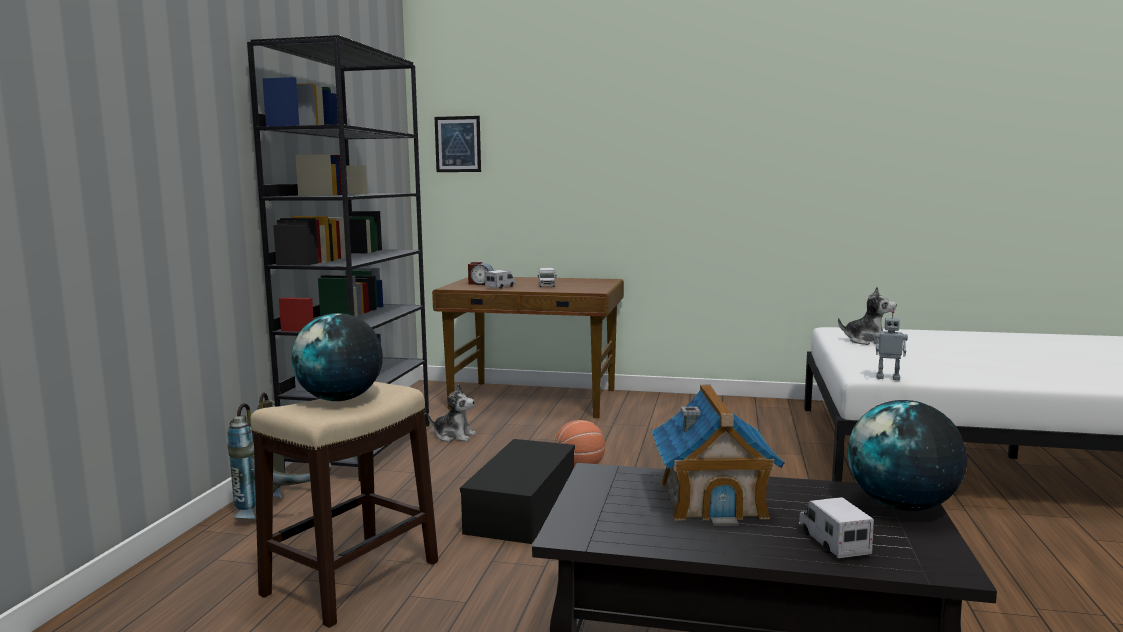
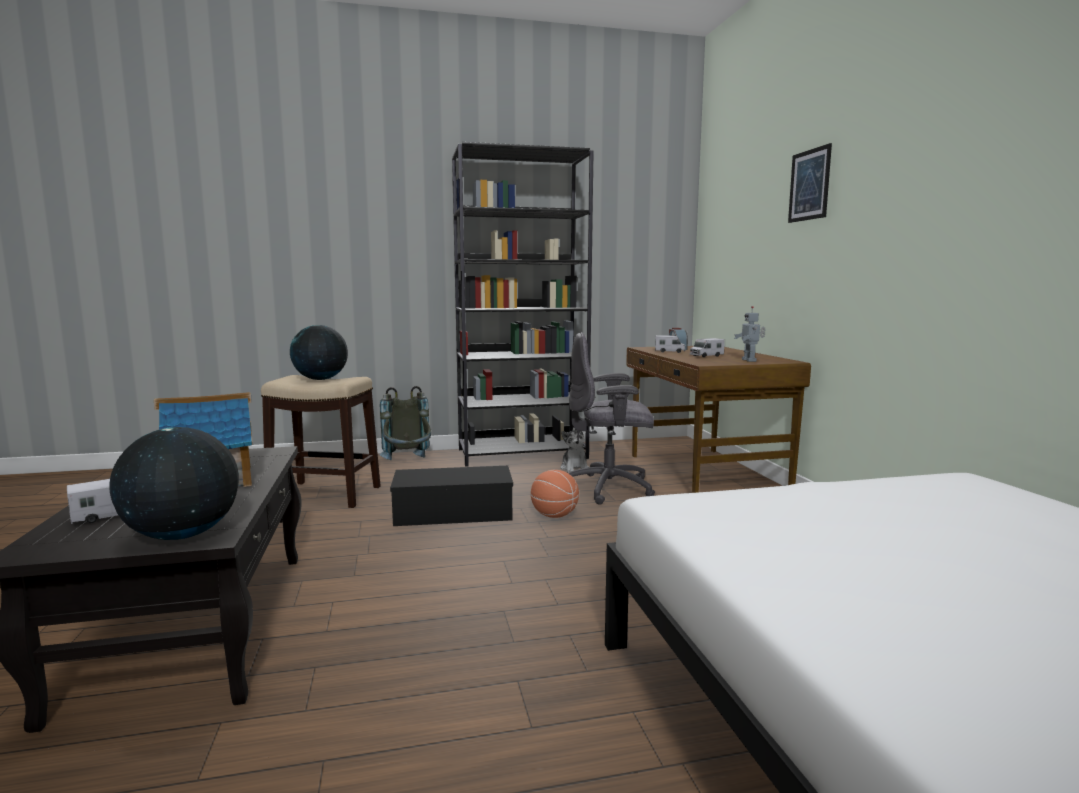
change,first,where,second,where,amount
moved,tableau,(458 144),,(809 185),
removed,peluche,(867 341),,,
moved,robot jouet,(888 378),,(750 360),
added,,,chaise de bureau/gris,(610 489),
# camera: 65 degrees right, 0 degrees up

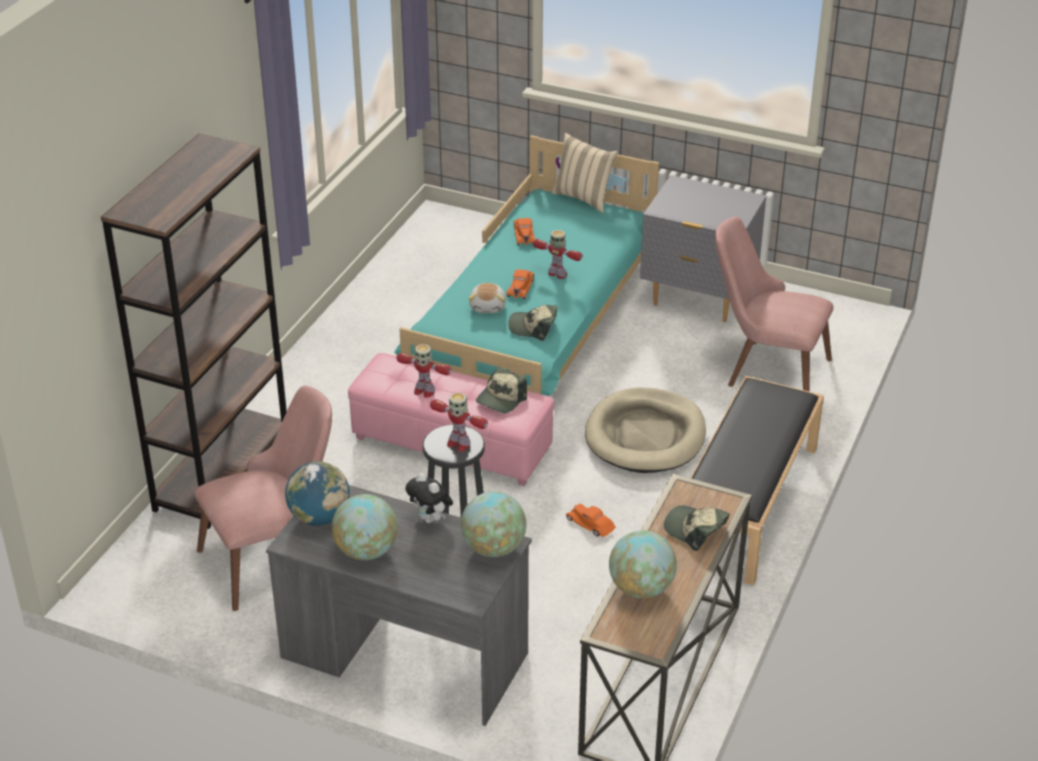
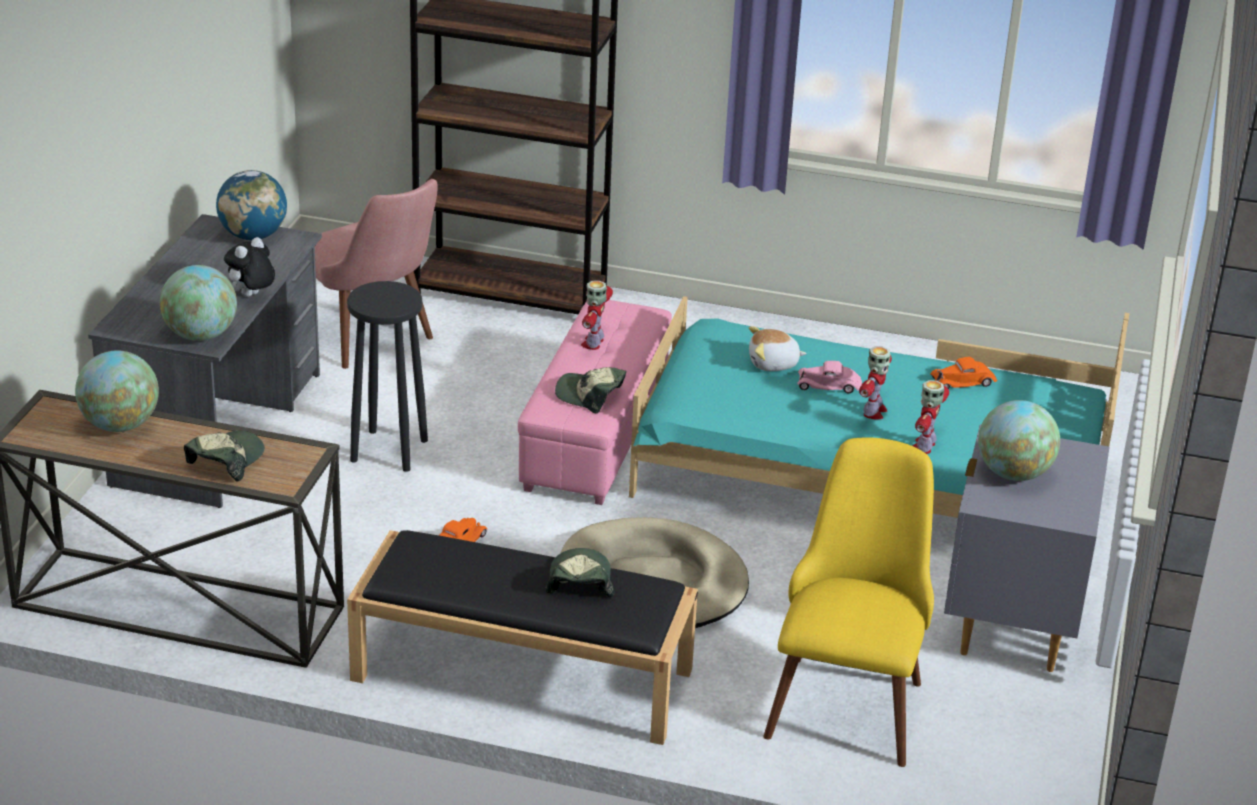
change,first,where,second,where,amount
moved,globe,(366 551),,(1013 473),
moved,robot jouet,(458 443),,(924 446),
recoloured,petite voiture/orange,(520 287),petite voiture/rose,(829 385),
moved,casquette,(533 327),,(579 581),
removed,coussin/beige,(584 198),,,
recoloured,chaise/rose,(765 369),chaise/jaune,(849 695),
# camera: 80 degrees right, 5 degrees down

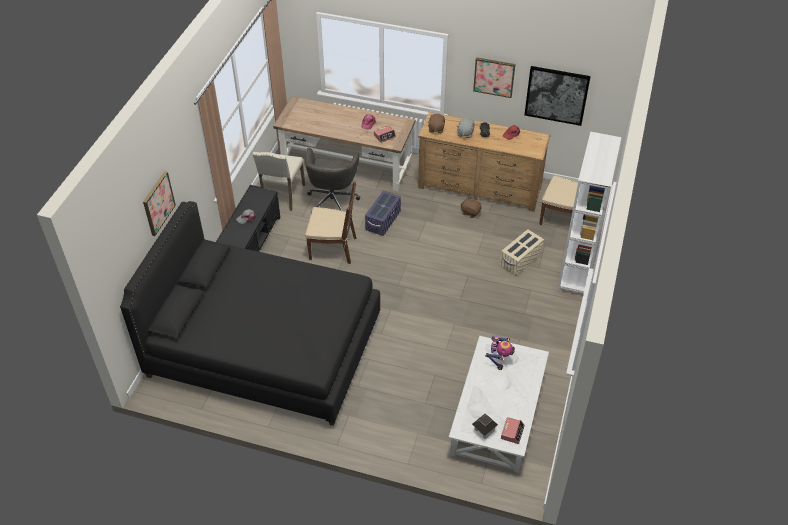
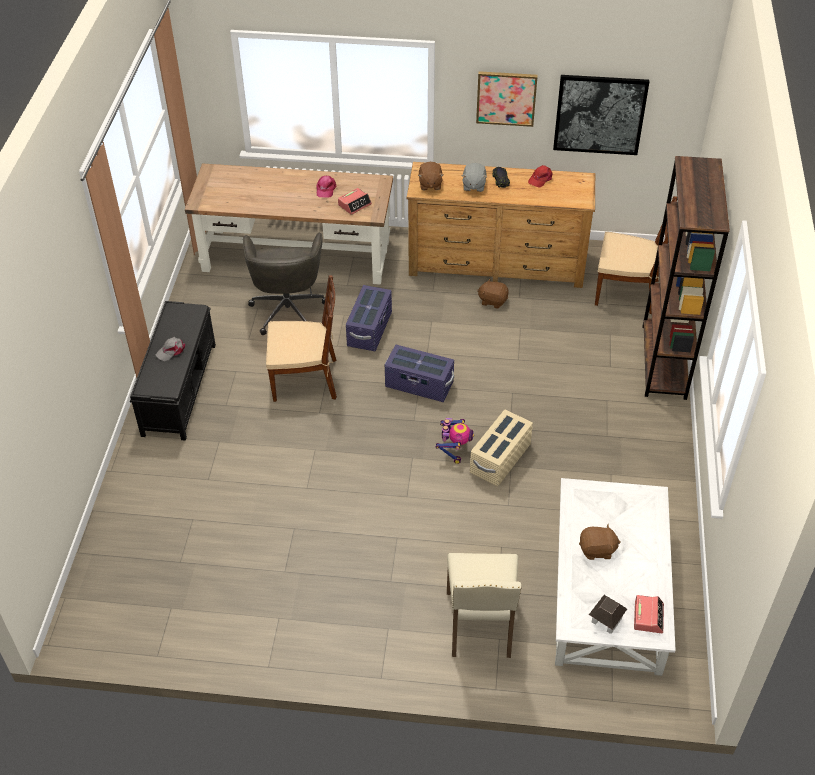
change,first,where,second,where,amount
removed,lit/noir,(265 346),,,
removed,tableau,(158 203),,,
moved,chaise/beige,(282 196),,(480 626),
moved,robot jouet,(499 359),,(454 449),
moved,boîte de rangement/beige,(520 260),,(500 459),
recoloured,bibliothèque/blanc,(576 269),bibliothèque/marron,(664 362),
added,,,boîte de rangement/violet,(419 385),
added,,,peluche/marron,(597 550),
# camera: 10 degrees left, 0 degrees up

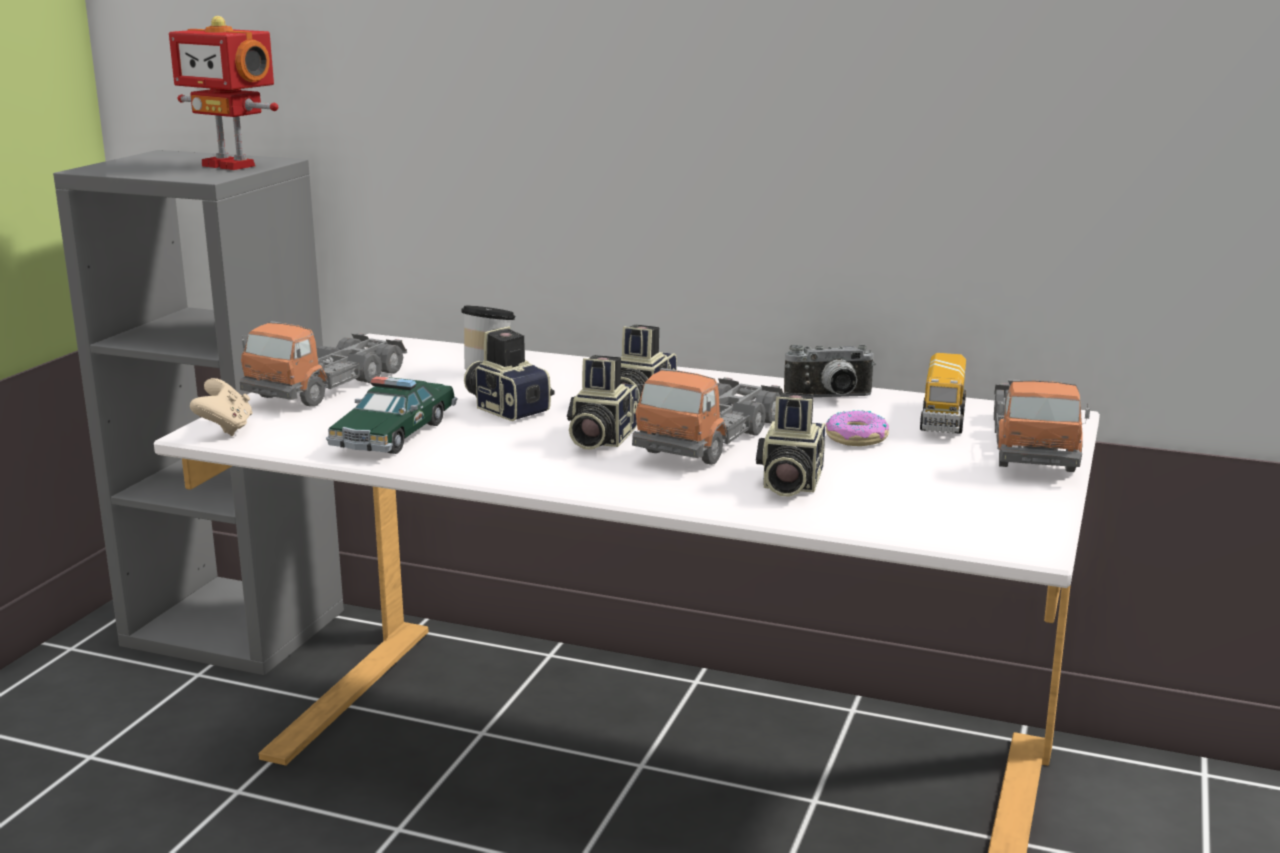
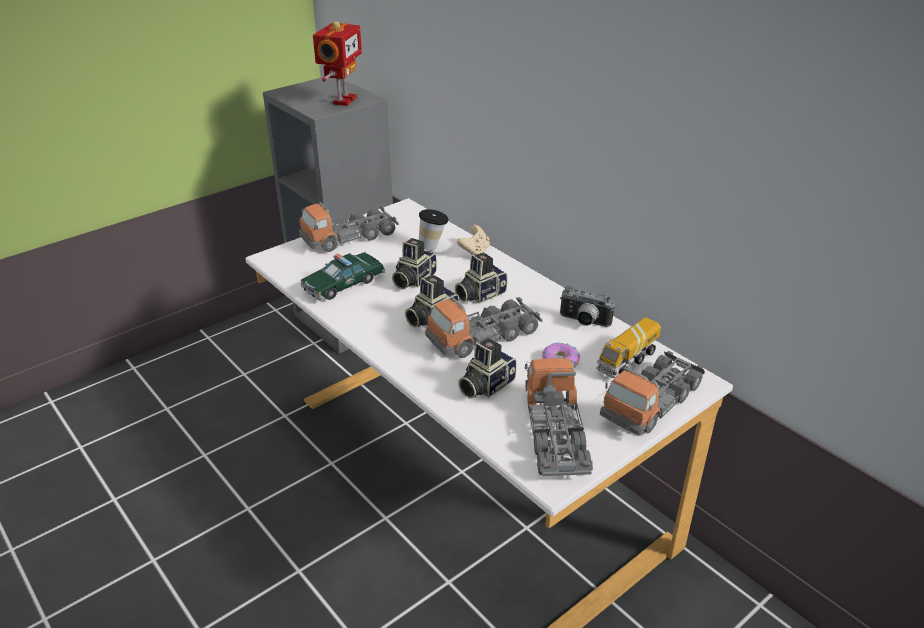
change,first,where,second,where,amount
turned,robot jouet,(231 165),,(343 100),135 degrees counterclockwise
moved,manette/beige,(225 429),,(474 252),
turned,appareil photo,(507 408),,(412 279),135 degrees counterclockwise
added,,,camion jouet,(555 435),
# camera: 30 degrees right, 15 degrees up

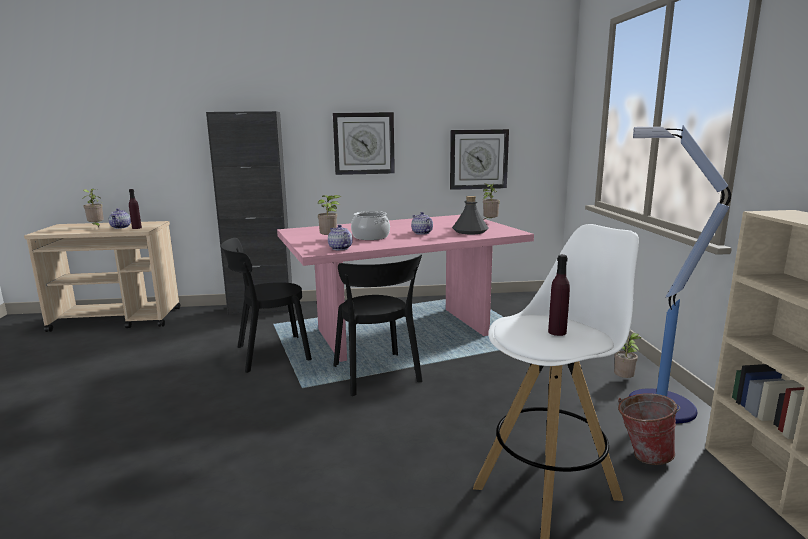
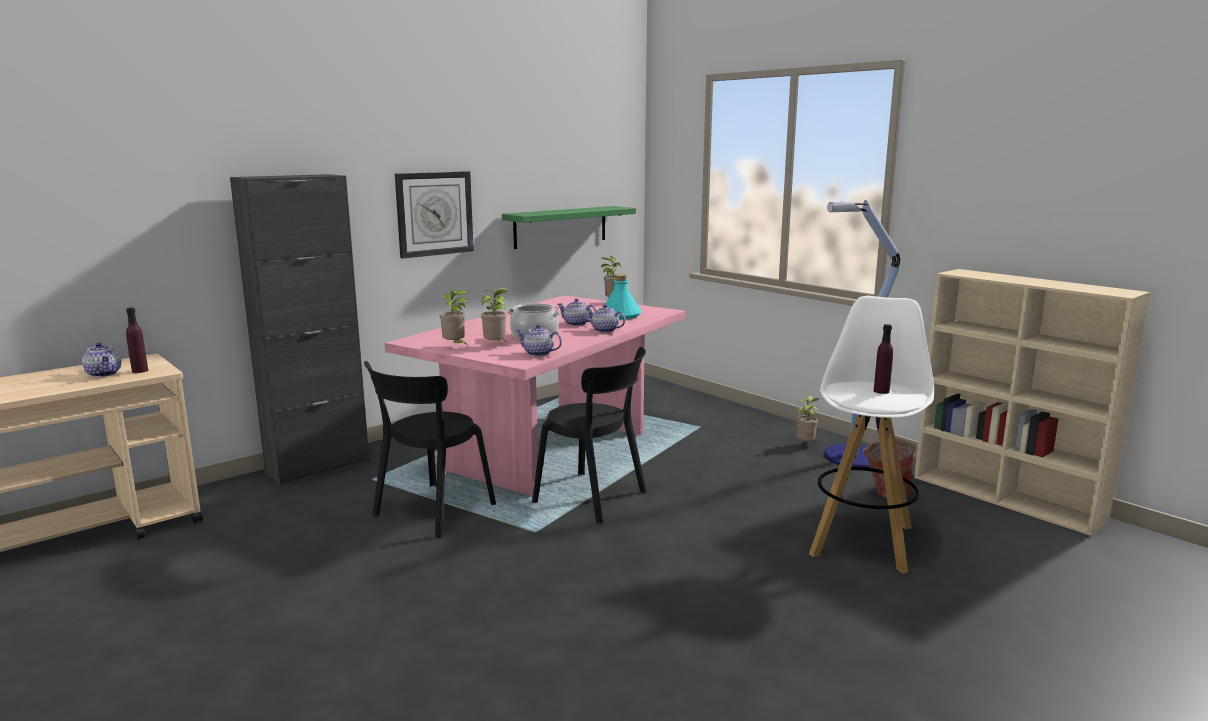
change,first,where,second,where,amount
moved,plante en pot,(96 226),,(455 346),
replaced,horloge murale,(478 159),étagère/vert,(560 227),
recoloured,bouteille/gris,(470 231),bouteille/turquoise,(620 315),
added,,,théière,(604 330),
# camera: 35 degrees left, 0 degrees up

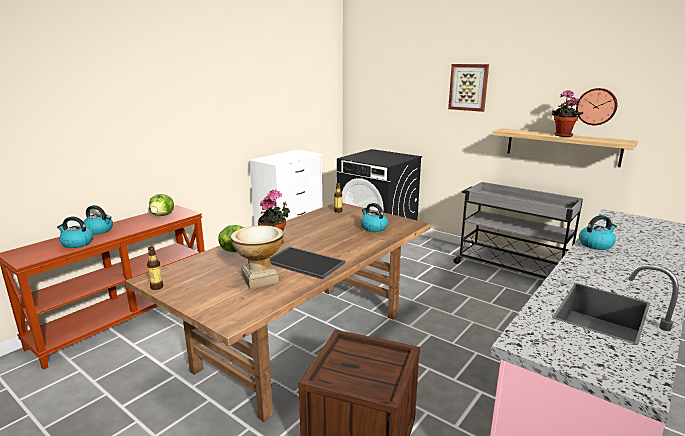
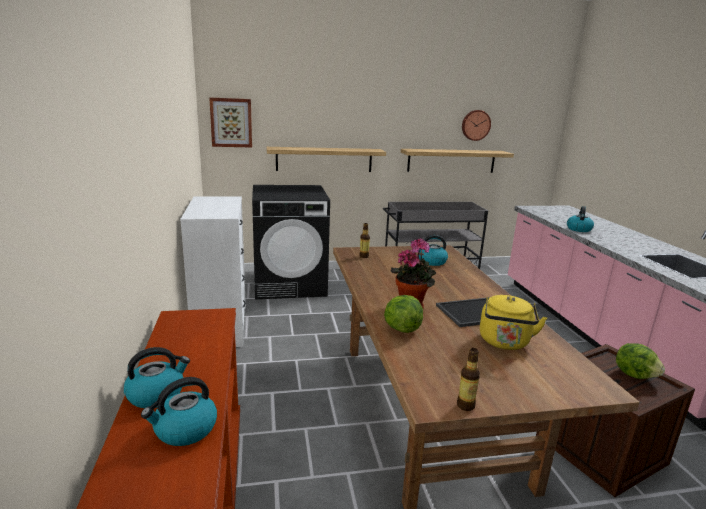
change,first,where,second,where,amount
moved,laitue,(163 215),,(635 374),
replaced,vase,(260 279),bouilloire/jaune,(504 343),
moved,tableau,(468 87),,(231 122),
removed,plante en pot,(562 135),,,
added,,,étagère,(324 159),
# camera: 50 degrees left, 0 degrees up

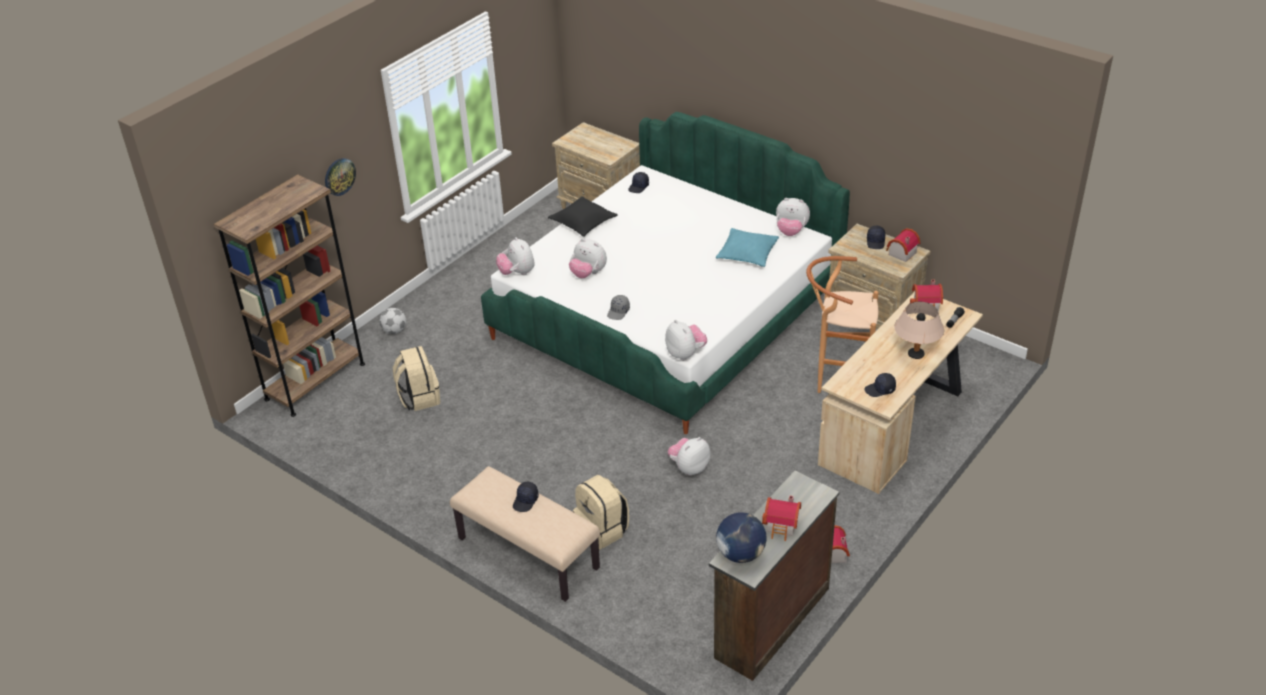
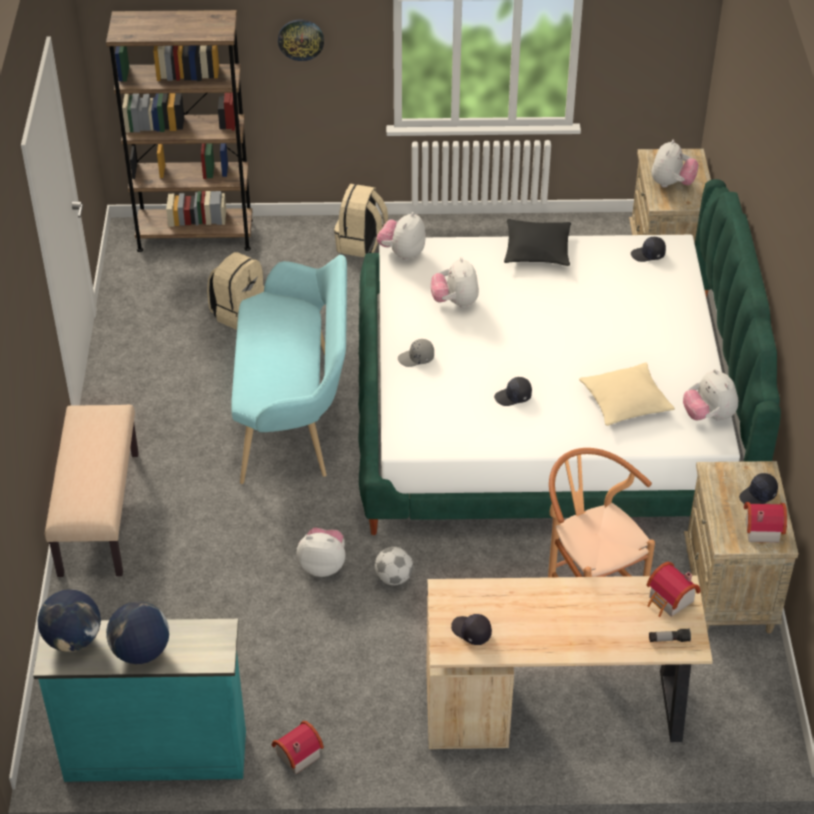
change,first,where,second,where,amount
moved,ballon de foot,(394 331),,(393 578),
moved,casquette/noir,(526 501),,(513 397),
moved,sac à dos/beige,(603 530),,(361 243),
moved,peluche,(685 354),,(671 184),
recoloured,commode/marron,(770 622),commode/turquoise,(155 753),
recoloured,coussin/turquoise,(747 253),coussin/beige,(625 402),
replaced,maison miniature,(782 526),globe,(141 652),
removed,lampe de table/beige,(916 354),,,
added,,,banc/turquoise,(295 415),
# camera: 50 degrees right, 5 degrees up

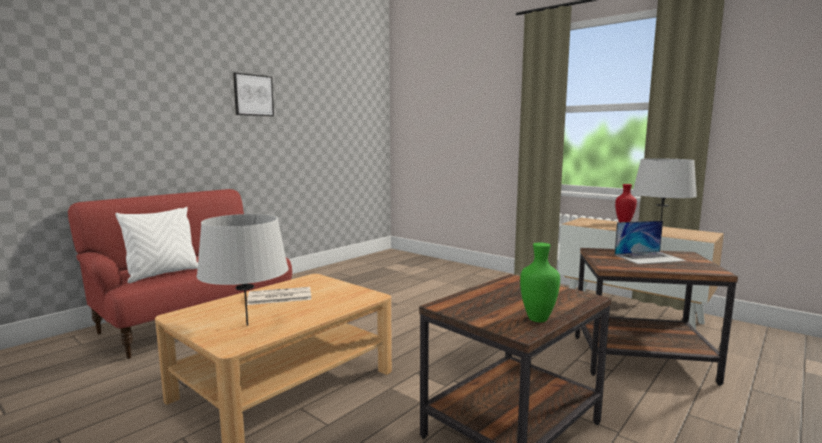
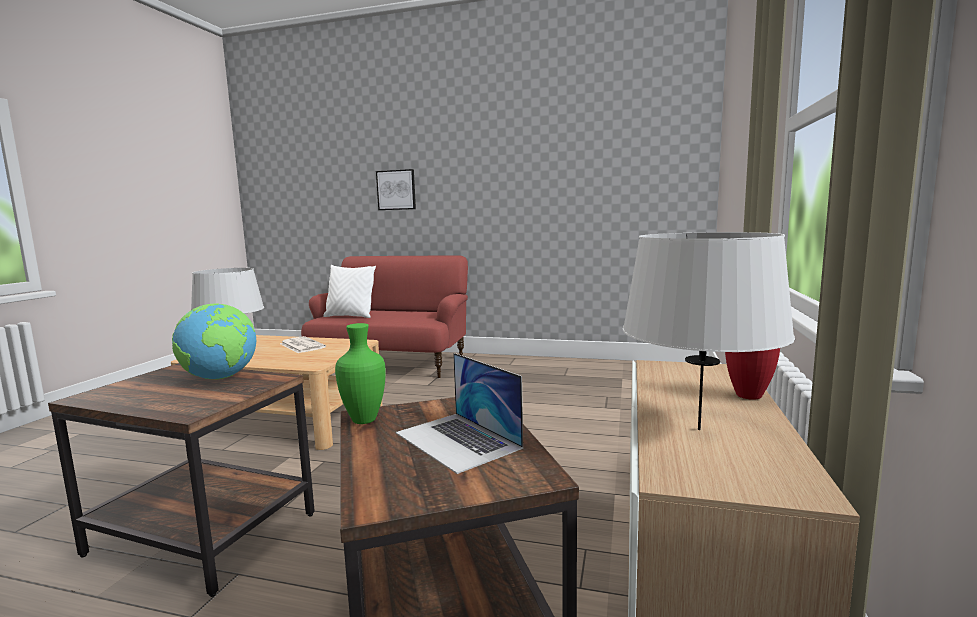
change,first,where,second,where,amount
moved,tableau,(253 95),,(396 190),
moved,vase/vert,(536 319),,(363 420),
added,,,globe,(220 377),
# camera: 65 degrees right, 0 degrees up

